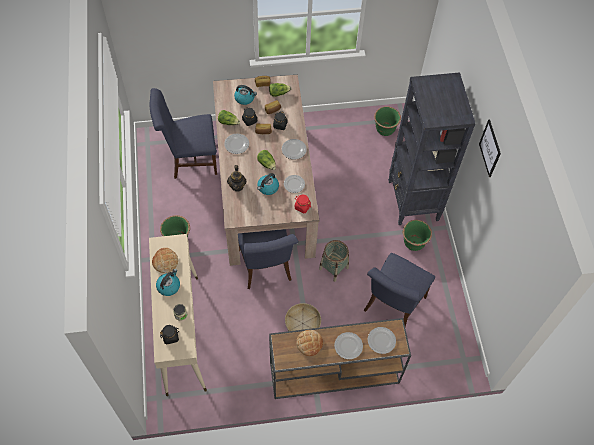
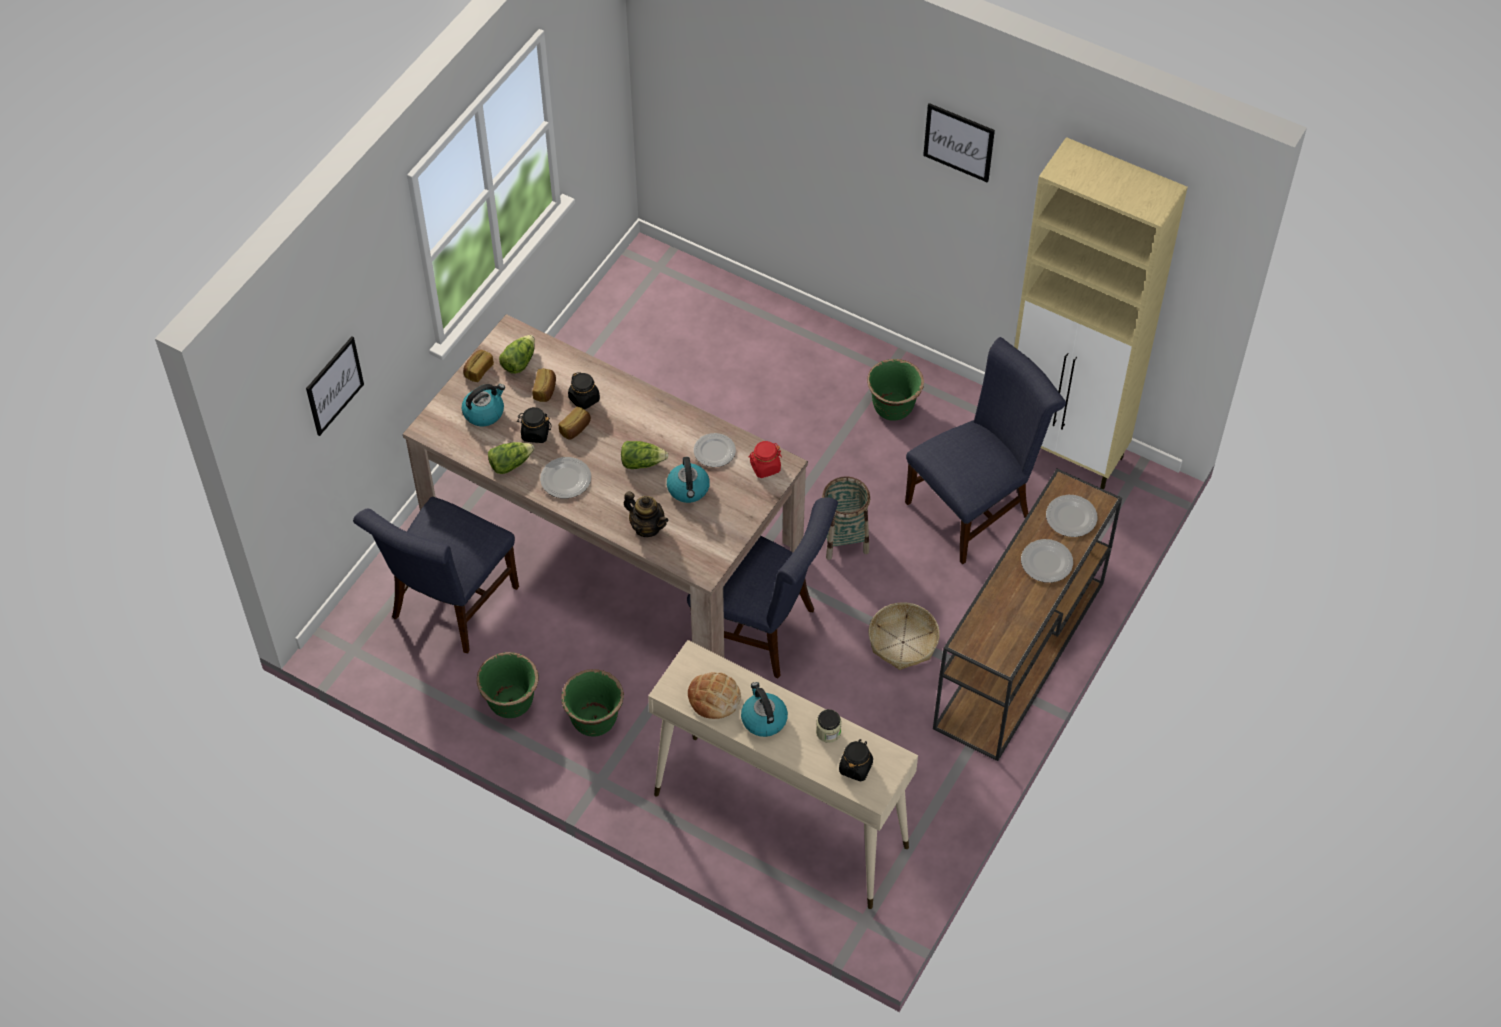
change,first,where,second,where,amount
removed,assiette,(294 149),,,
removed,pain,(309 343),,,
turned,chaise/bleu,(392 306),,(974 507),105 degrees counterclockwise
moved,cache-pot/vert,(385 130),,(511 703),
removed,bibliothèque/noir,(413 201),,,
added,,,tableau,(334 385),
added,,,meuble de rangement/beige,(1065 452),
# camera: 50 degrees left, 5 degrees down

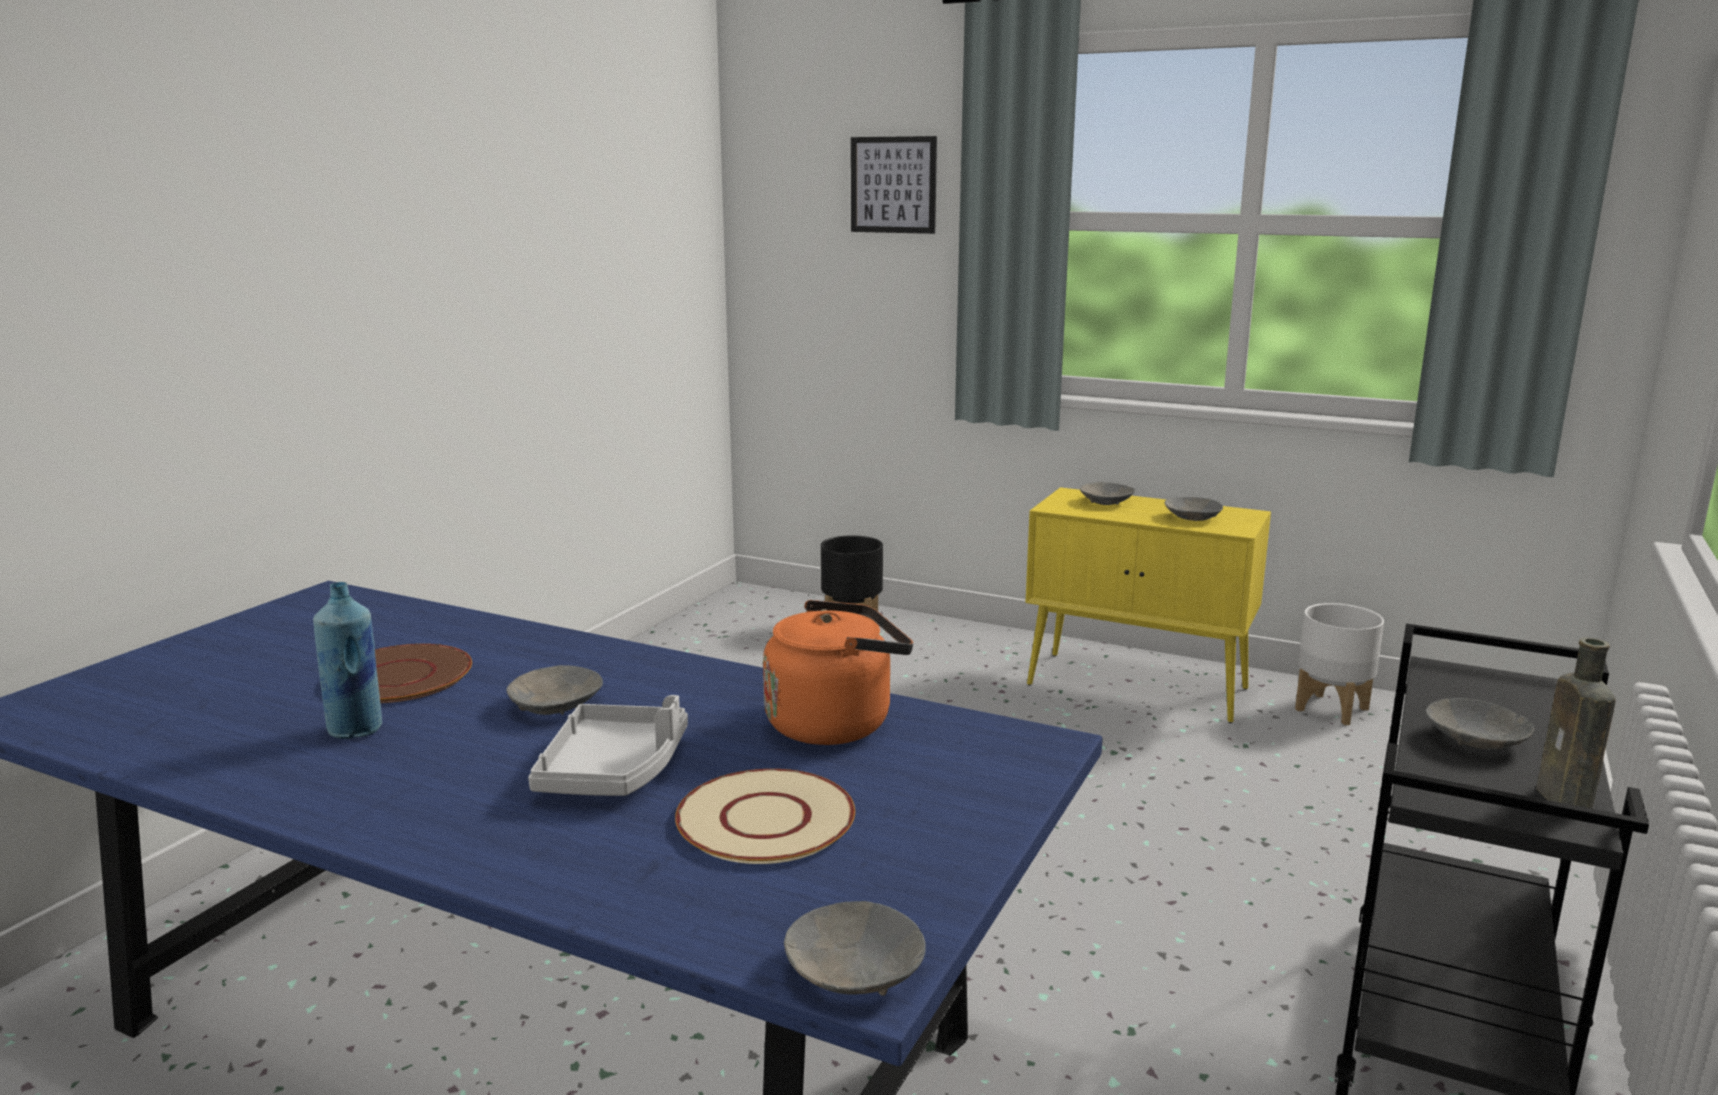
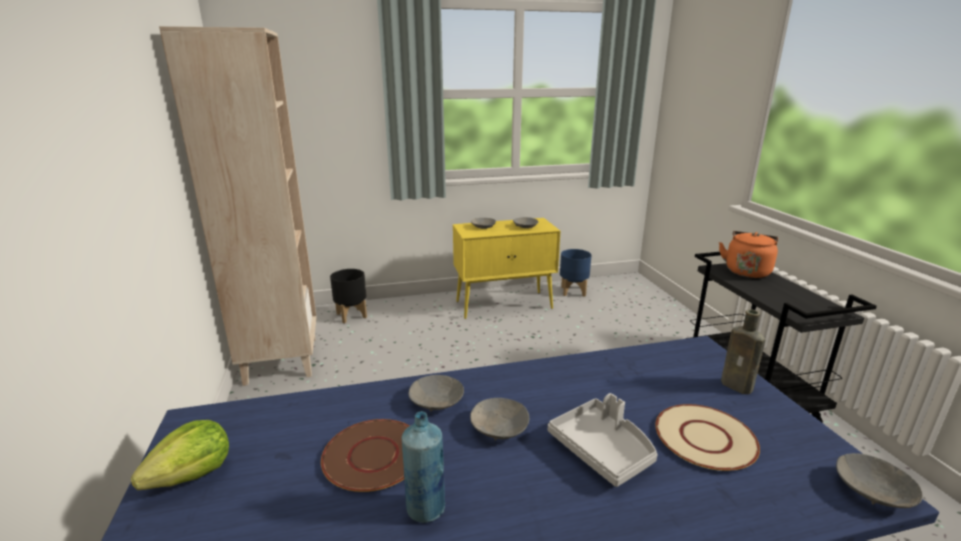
change,first,where,second,where,amount
moved,bouilloire/orange,(835 723),,(746 271),
removed,tableau,(893 185),,,
recoloured,cache-pot/blanc,(1332 709),cache-pot/bleu,(573 291),
moved,bol/gris,(1476 741),,(437 402),
moved,bouteille/marron,(1566 801),,(738 387),
added,,,laitue,(192 474),
added,,,bibliothèque/beige,(281 360),
# camera: 40 degrees left, 5 degrees up

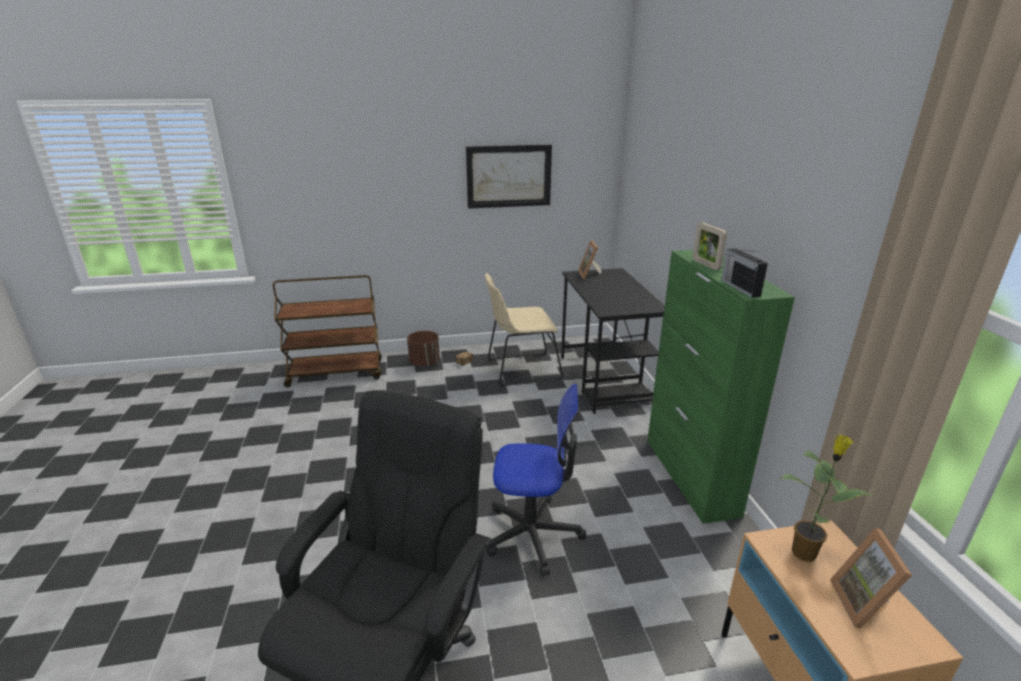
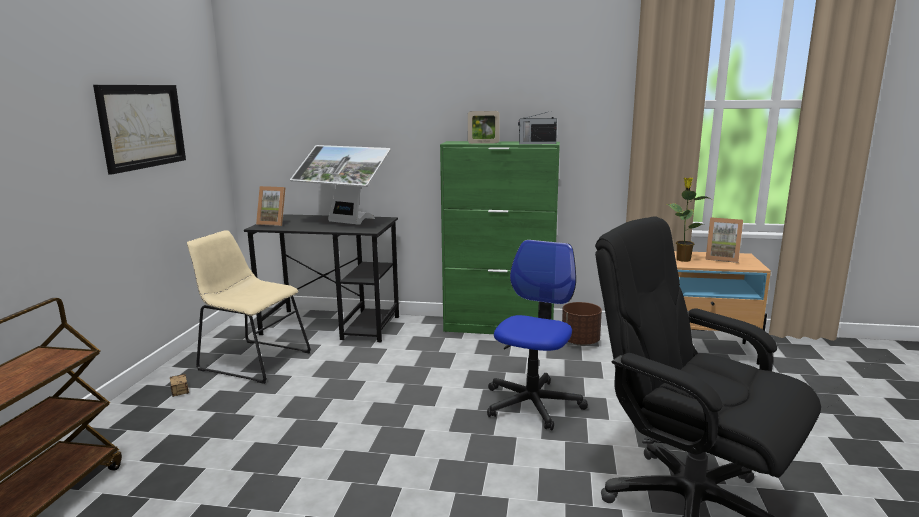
change,first,where,second,where,amount
moved,cache-pot/marron,(425 363),,(580 342),
turned,chaise/beige,(520 369),,(251 360),105 degrees clockwise
added,,,écran d'ordinateur,(345 222),
# camera: 70 degrees left, 10 degrees down

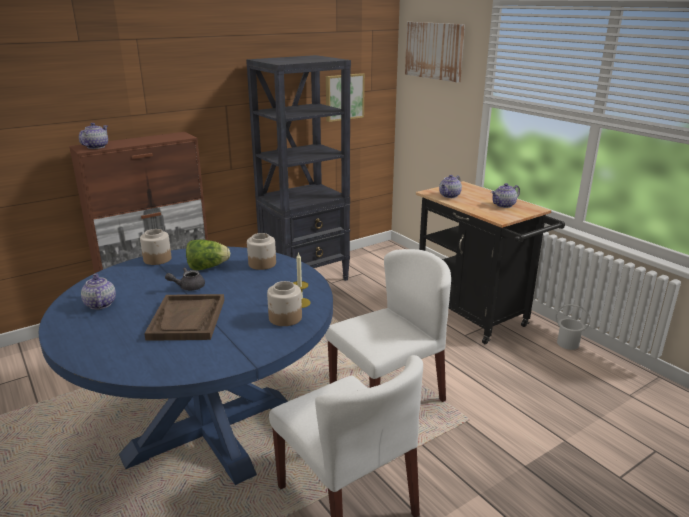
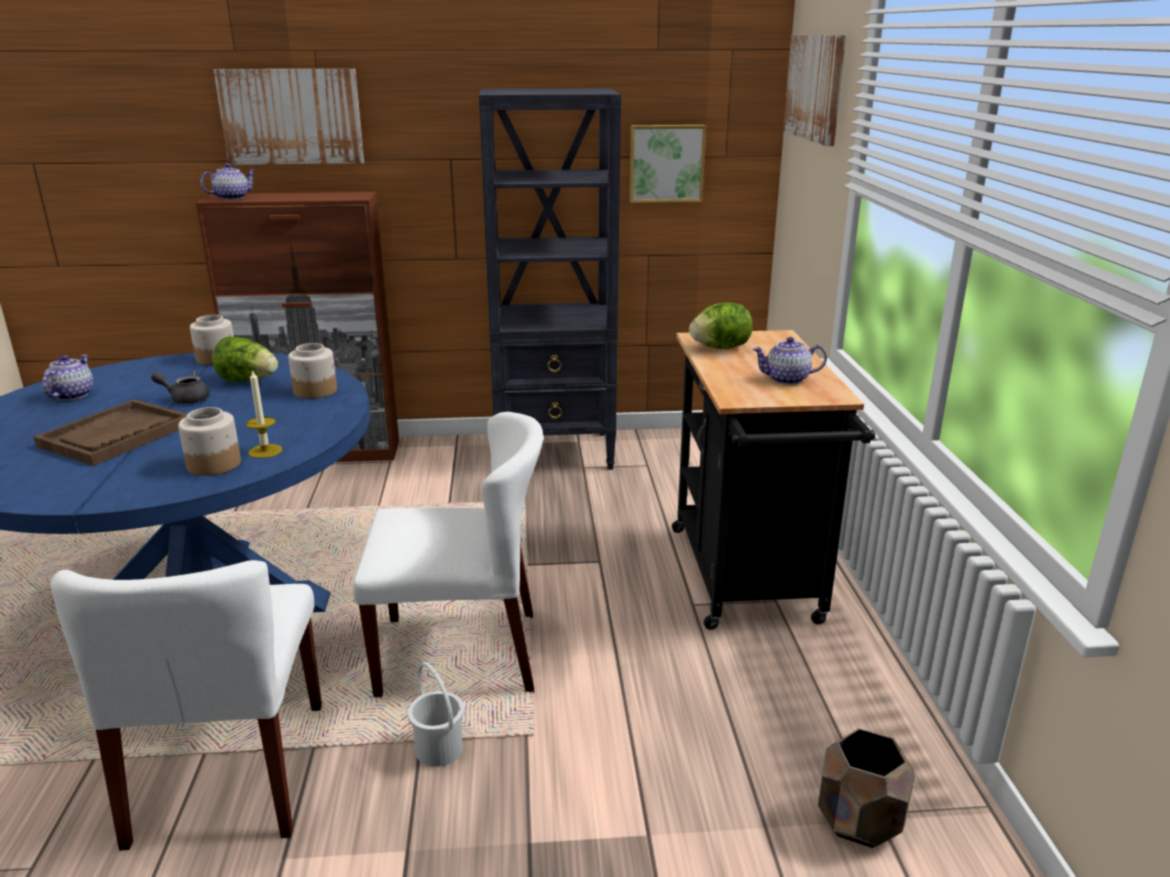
change,first,where,second,where,amount
replaced,théière,(449 196),laitue,(720 348),
moved,seau/blanc,(567 343),,(439 748),
added,,,tableau,(291 116),
added,,,cache-pot/marron,(860 822),
# camera: 30 degrees right, 0 degrees up

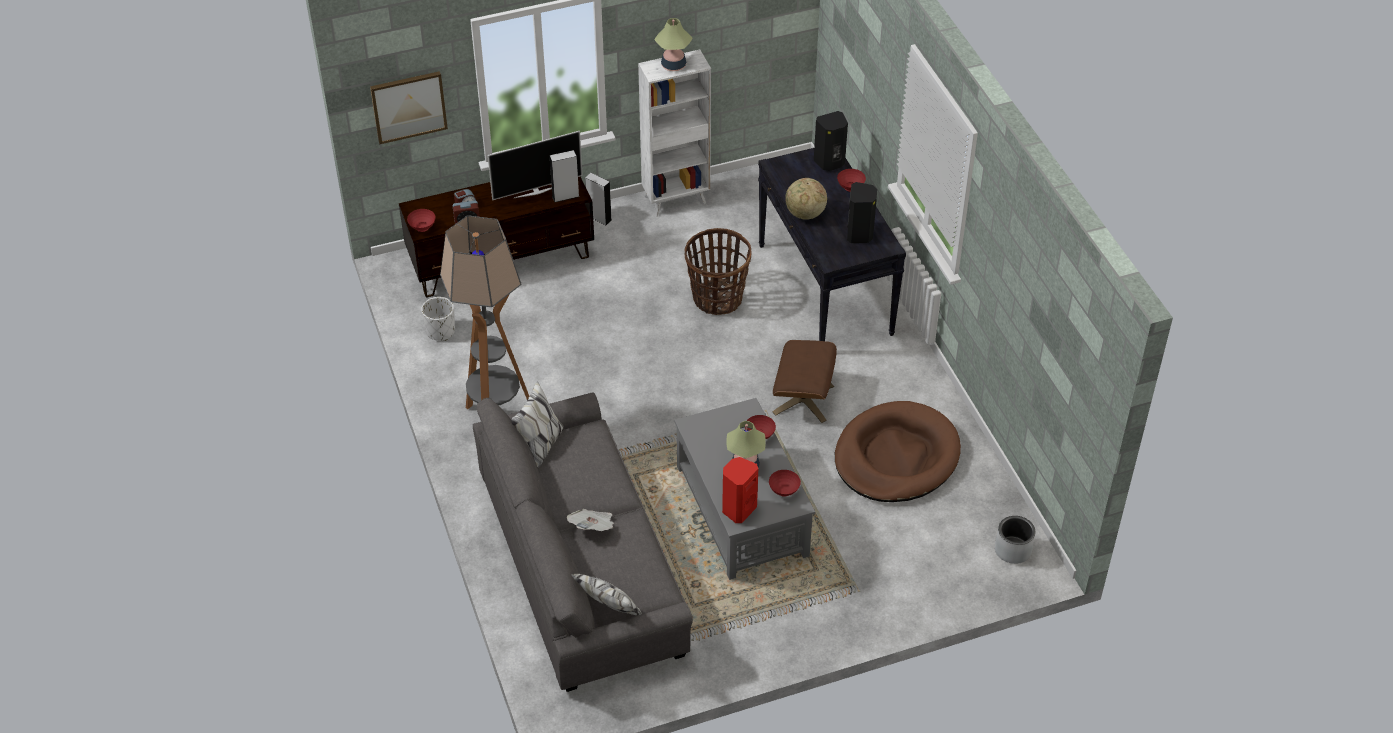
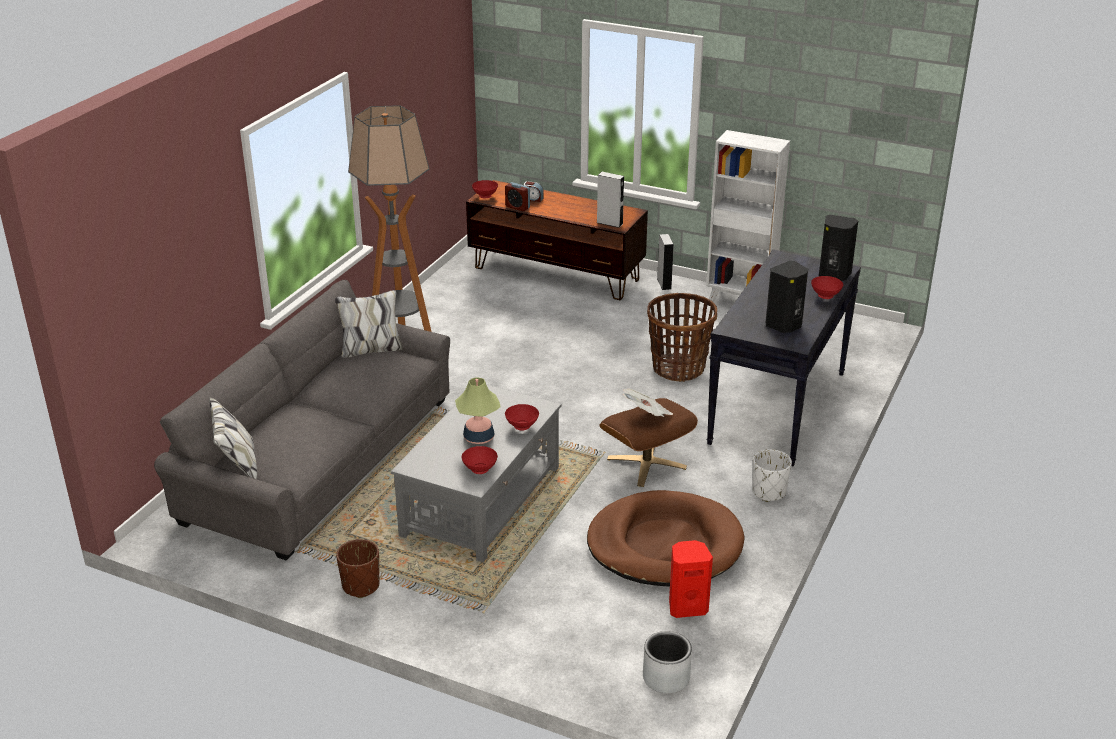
change,first,where,second,where,amount
removed,tableau,(408 106),,,
moved,cache-pot/blanc,(440 331),,(769 492),
removed,téléviseur,(536 191),,,
moved,journal,(593 527),,(647 415),
removed,lampe de table,(673 65),,,
moved,enceinte/rouge,(738 509),,(687 606),
removed,globe,(805 214),,,
added,,,cache-pot/marron,(360 586),
# camera: 45 degrees right, 15 degrees down

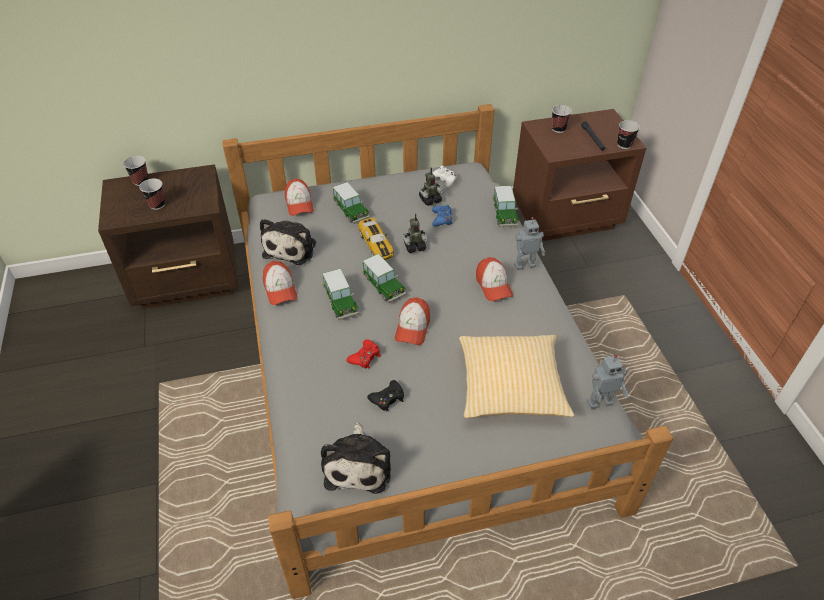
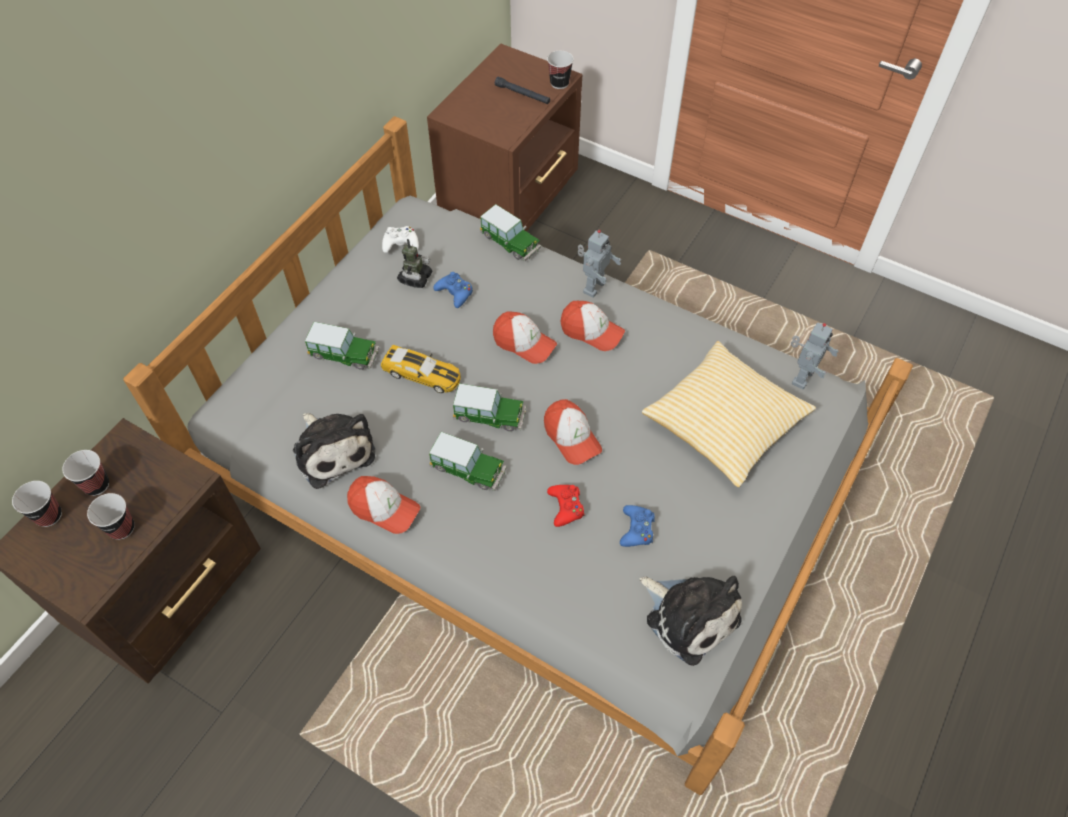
change,first,where,second,where,amount
moved,casquette,(299 204),,(524 343),
recoloured,manette/noir,(387 398),manette/bleu,(637 529),
removed,robot jouet,(414 246),,,
moved,tasse,(558 129),,(96 485),
# camera: 45 degrees left, 10 degrees up

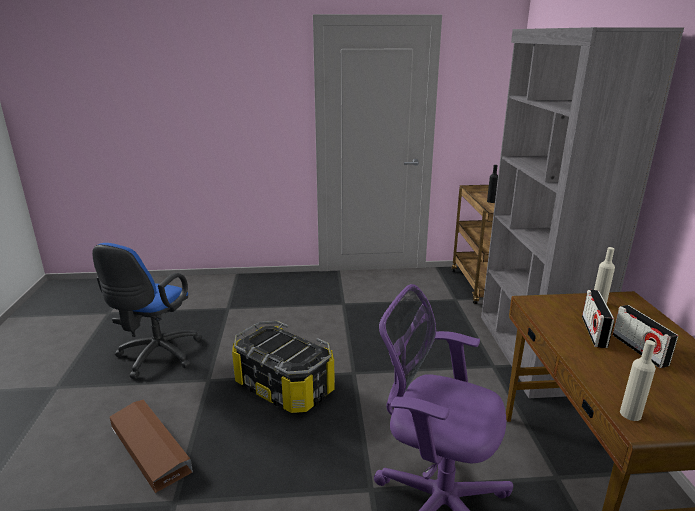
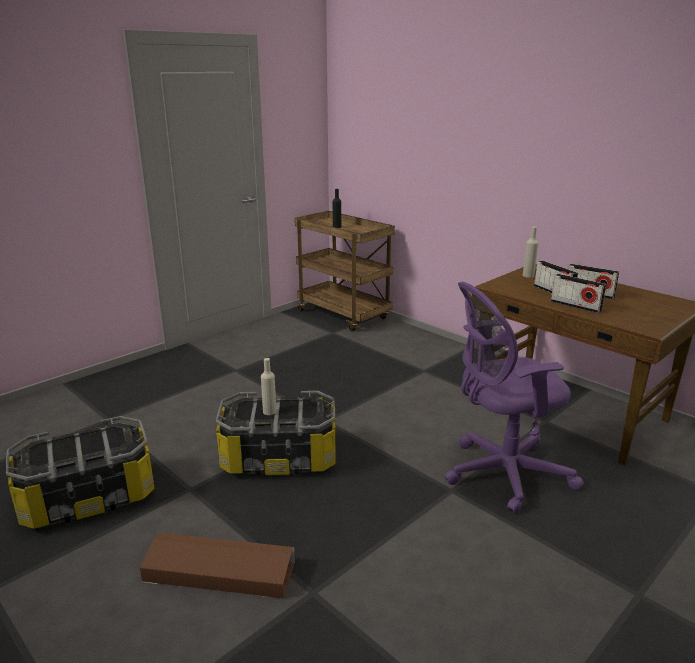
change,first,where,second,where,amount
replaced,chaise de bureau/bleu,(156 357),boîte de rangement,(88 498),
removed,bibliothèque/gris,(530 352),,,
moved,bouteille/beige,(630 414),,(269 411),
added,,,radio,(575 306),
# camera: 40 degrees left, 0 degrees up

